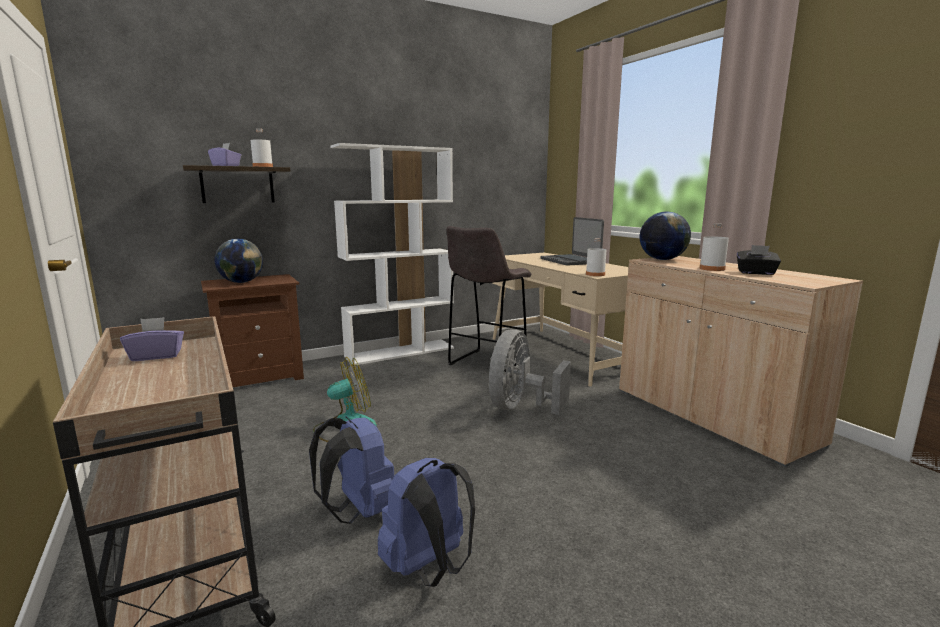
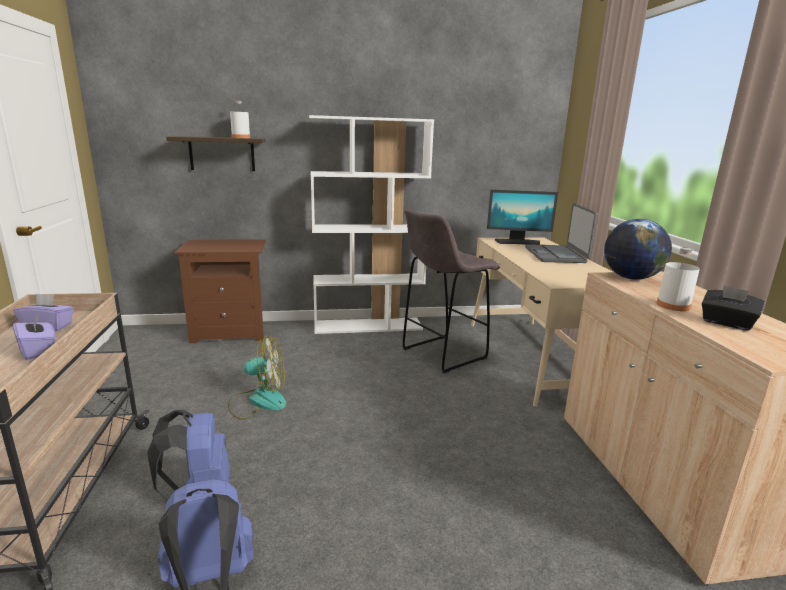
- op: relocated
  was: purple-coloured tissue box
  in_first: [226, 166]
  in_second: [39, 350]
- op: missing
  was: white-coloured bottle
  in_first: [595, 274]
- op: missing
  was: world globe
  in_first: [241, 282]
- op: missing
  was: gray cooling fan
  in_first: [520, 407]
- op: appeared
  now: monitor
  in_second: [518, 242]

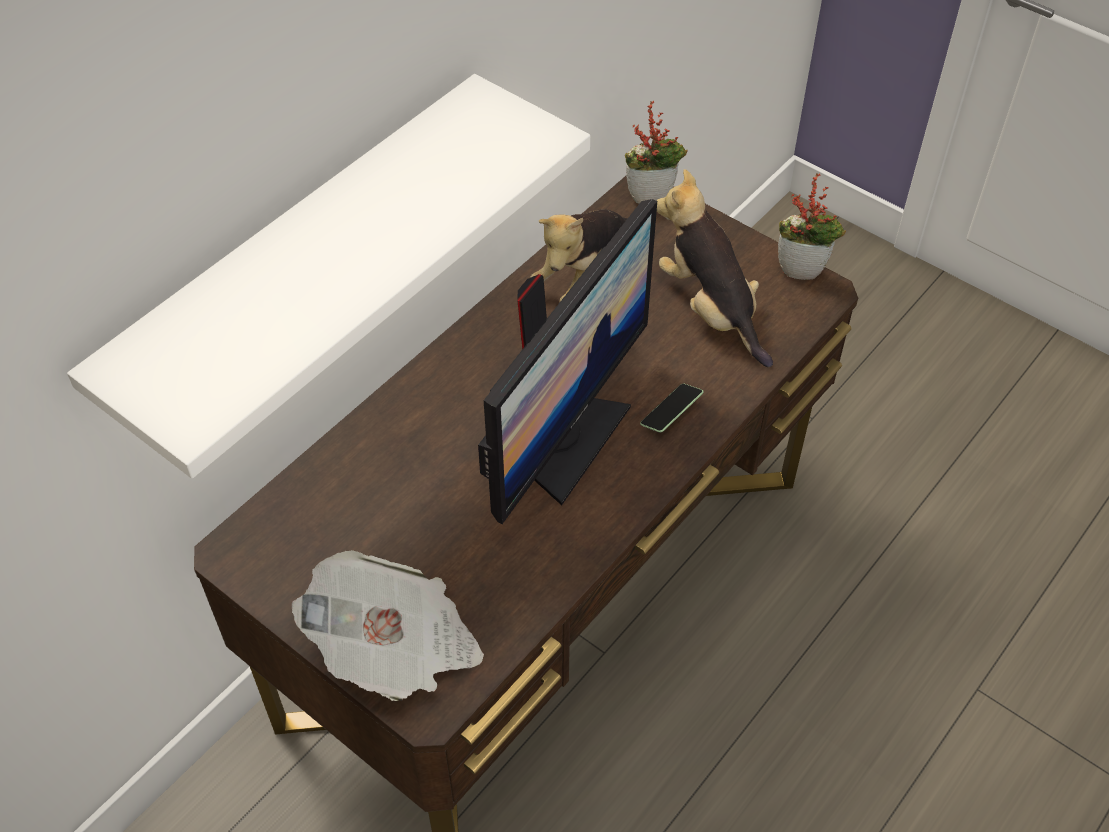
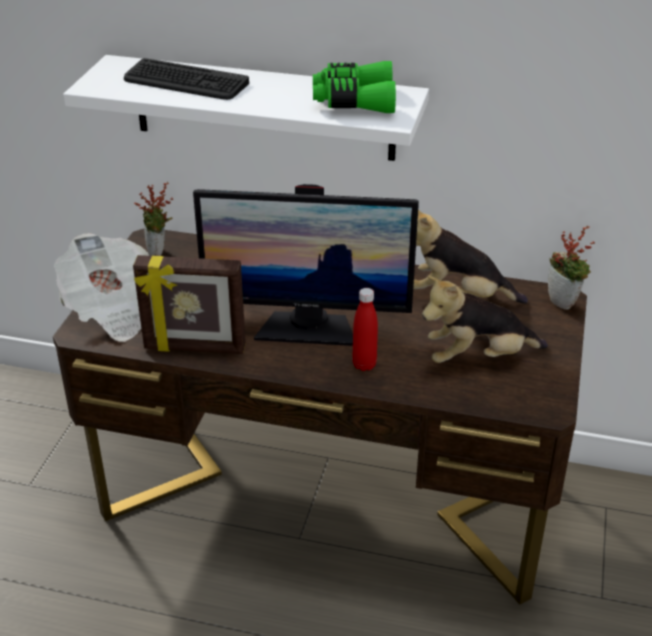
- op: spun
  was: soft toy
  in_first: [710, 309]
  in_second: [477, 357]
  clockwise: -135
- op: relocated
  was: houseplant
  in_first: [803, 269]
  in_second: [159, 253]
- op: exchanged
  was: handset
  now: red-coloured bottle
  in_first: [671, 414]
  in_second: [364, 365]
- op: appeared
  now: computer keyboard
  in_second: [185, 82]
- op: appeared
  now: green field glasses
  in_second: [354, 101]
- op: appeared
  now: picture frame
  in_second: [194, 348]

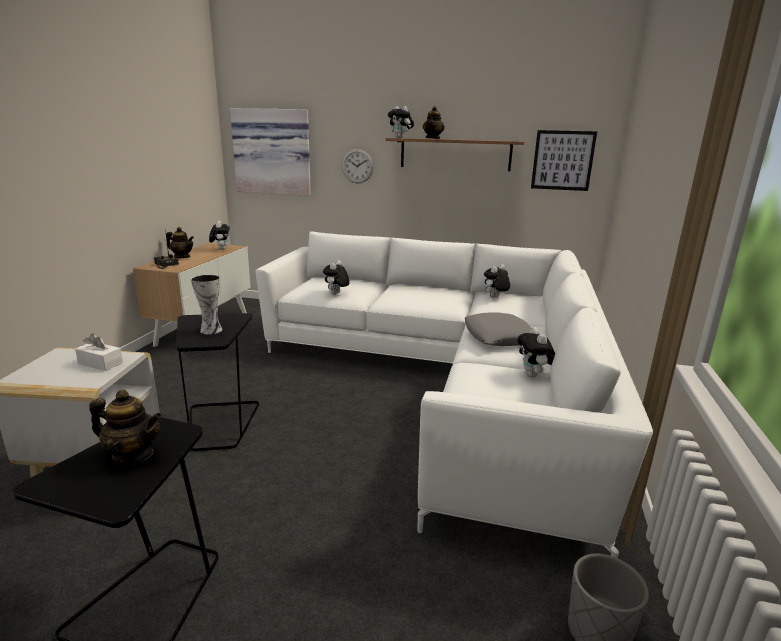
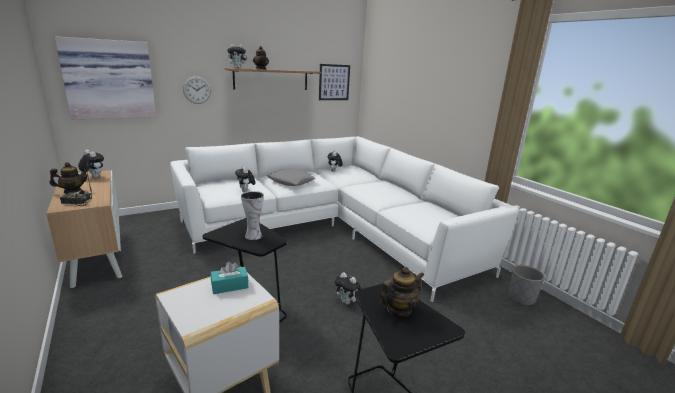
- op: relocated
  was: gray pillow
  in_first: [498, 336]
  in_second: [291, 181]
- op: relocated
  was: soft toy
  in_first: [534, 376]
  in_second: [347, 302]
- op: colour
  was: white-coloured tissue box
  now: blue-green tissue box
  in_first: [100, 363]
  in_second: [230, 286]

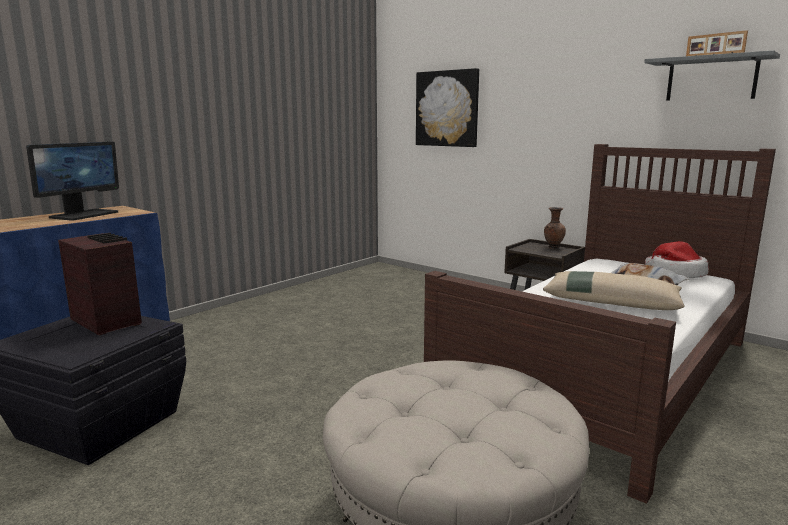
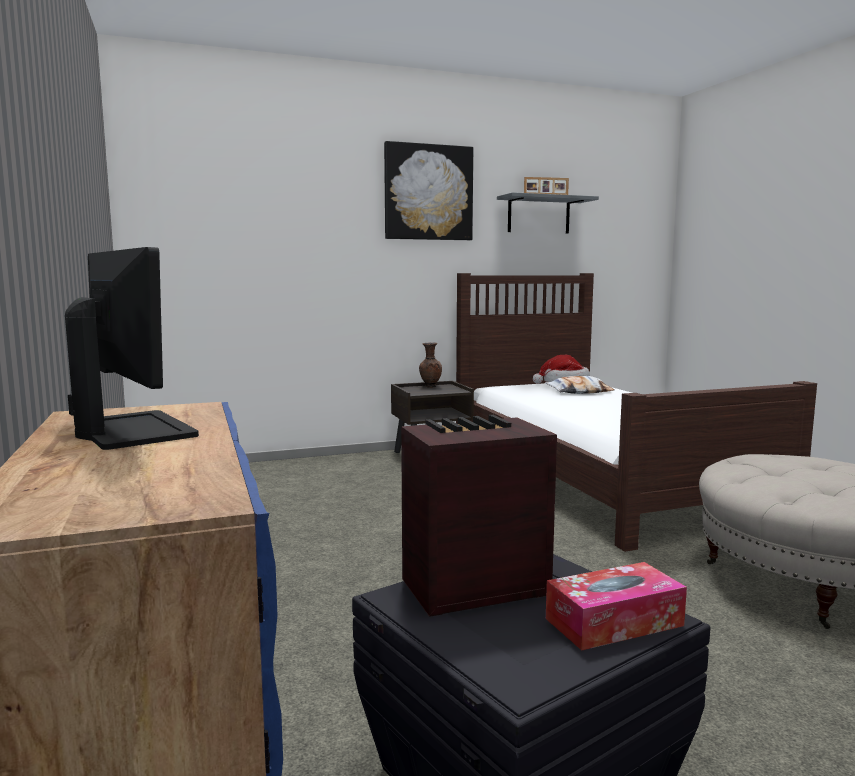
- op: relocated
  was: picture
  in_first: [447, 108]
  in_second: [428, 192]
- op: missing
  was: sand-coloured pillow
  in_first: [611, 301]
- op: appeared
  now: tissue box
  in_second: [614, 622]

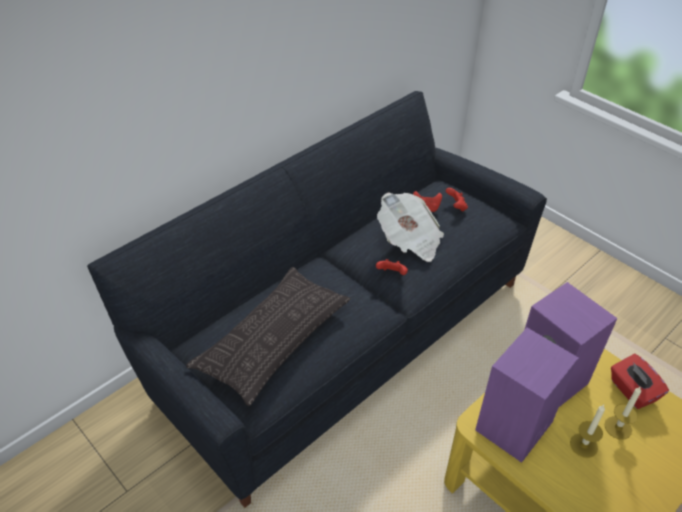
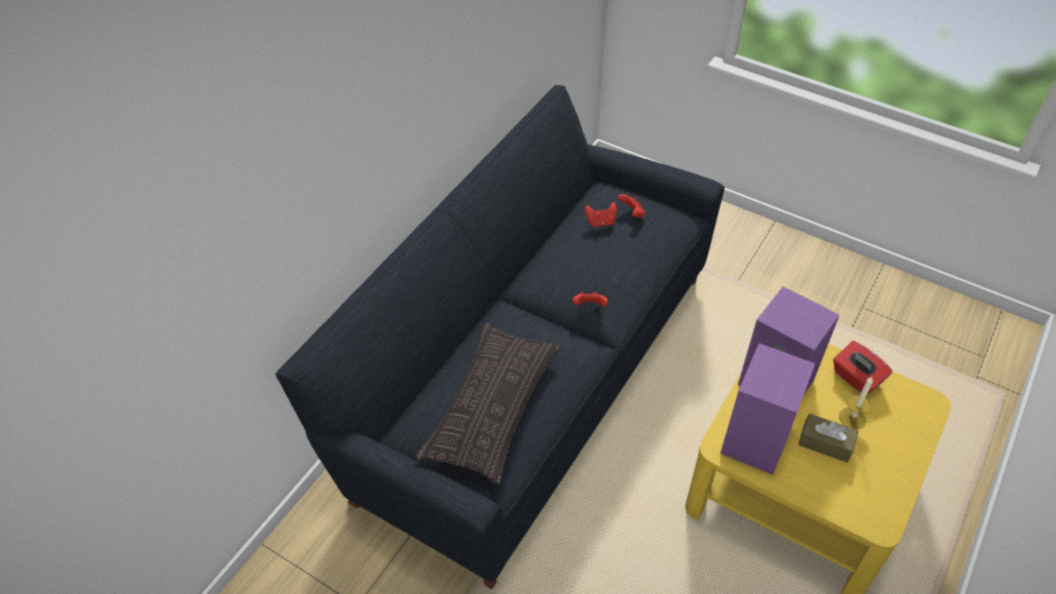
- op: missing
  was: daily paper
  in_first: [410, 240]
- op: exchanged
  was: wax candle
  now: brownish tissue box
  in_first: [583, 445]
  in_second: [825, 443]

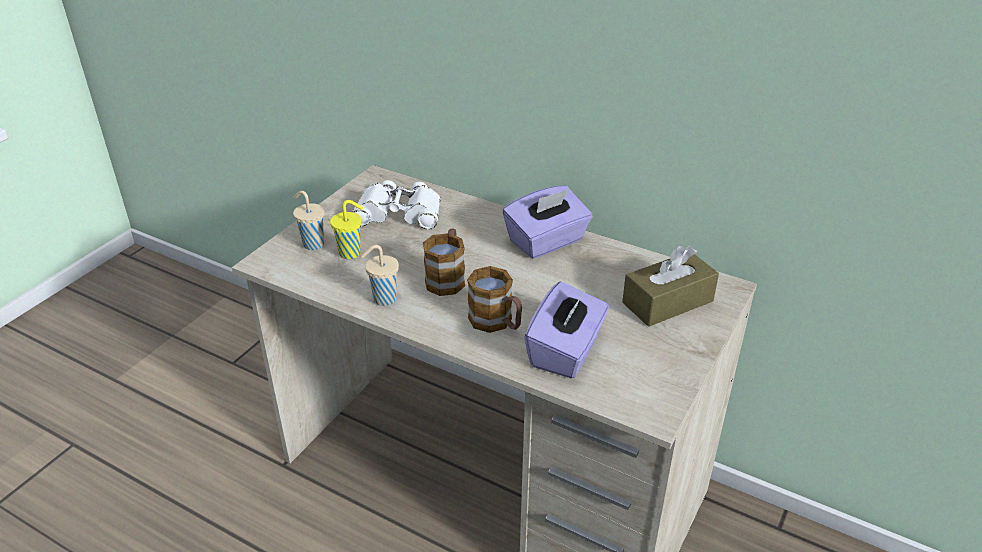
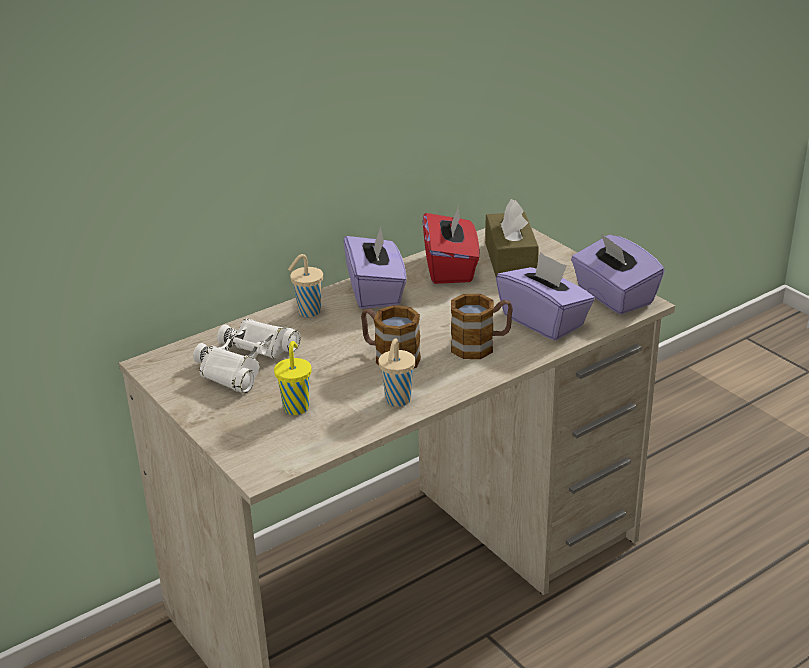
- op: relocated
  was: sand-coloured small cup
  in_first: [312, 244]
  in_second: [308, 312]
- op: appeared
  now: red-coloured tissue box
  in_second: [451, 268]
- op: appeared
  now: purple-coloured tissue box
  in_second: [613, 296]

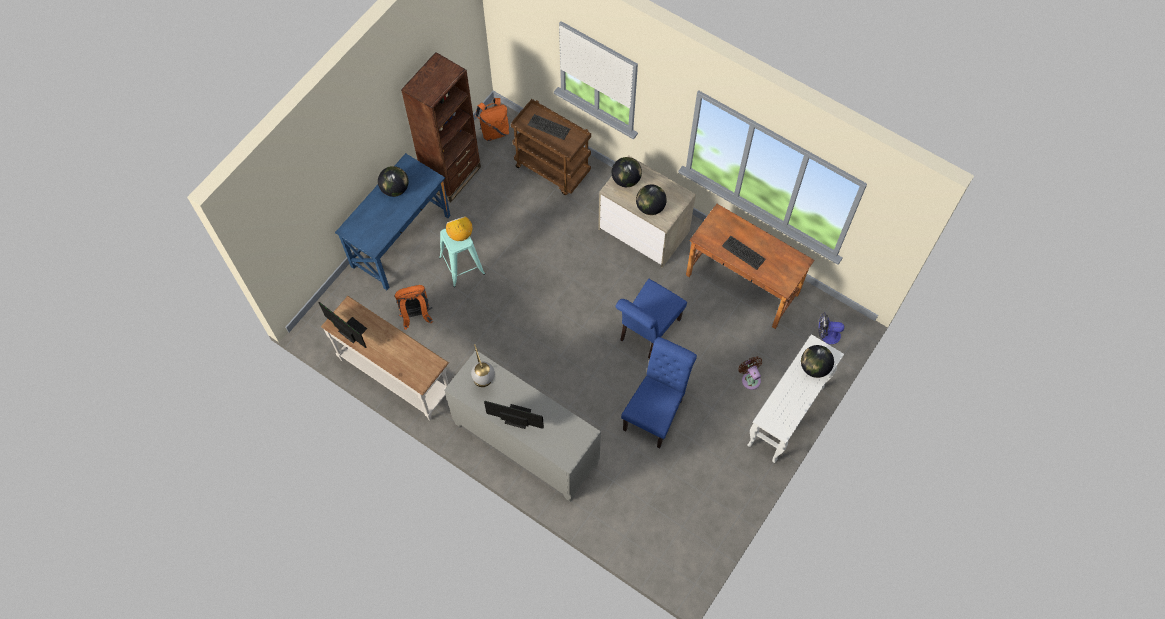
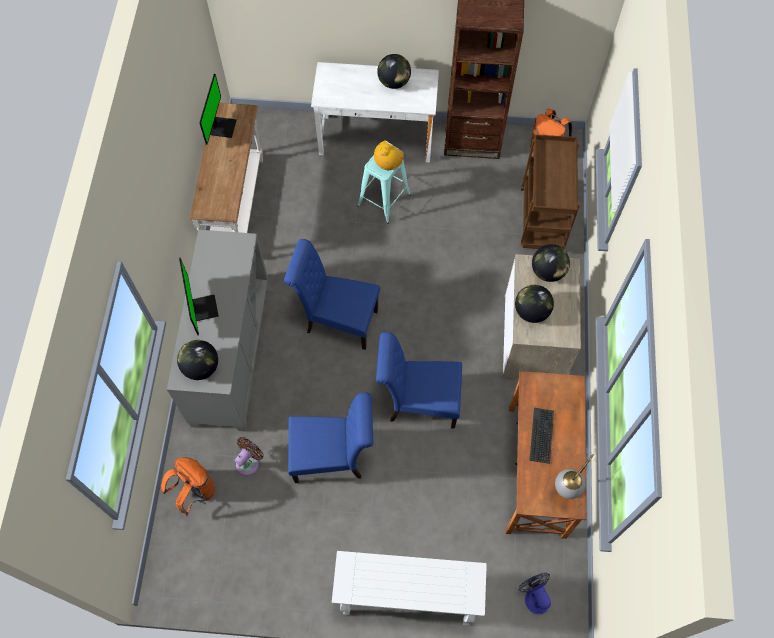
- op: missing
  was: computer keyboard
  in_first: [549, 127]
- op: colour
  was: blue desk unit
  now: white-coloured desk unit
  in_first: [400, 240]
  in_second: [376, 138]
- op: relocated
  was: orange-coloured knapsack
  in_first: [416, 316]
  in_second: [195, 491]
- op: relocated
  was: tabletop lamp
  in_first: [485, 384]
  in_second: [564, 493]
- op: relocated
  was: world globe
  in_first: [814, 367]
  in_second: [201, 367]
- op: relocated
  was: brownish cooling fan
  in_first: [750, 378]
  in_second: [249, 462]
- op: appeared
  now: blue plain chair
  in_second: [337, 321]

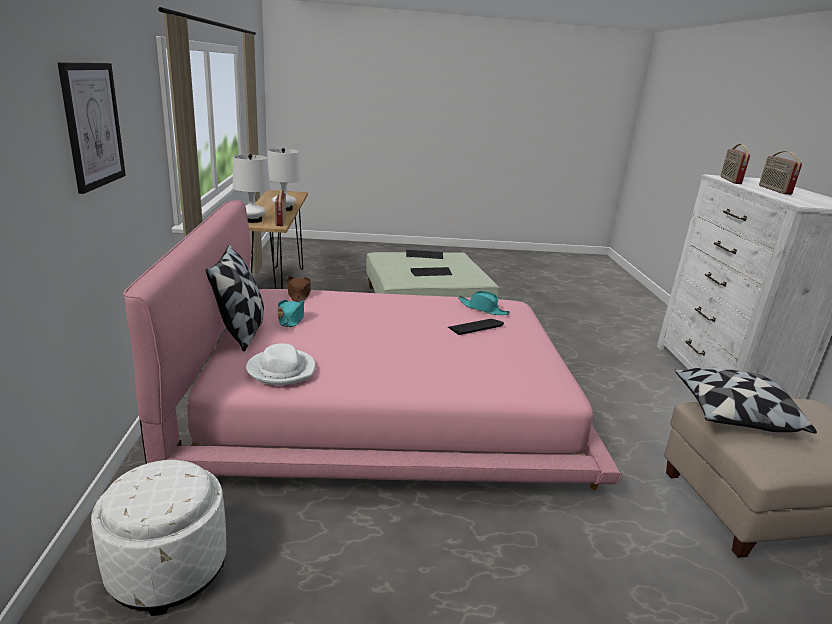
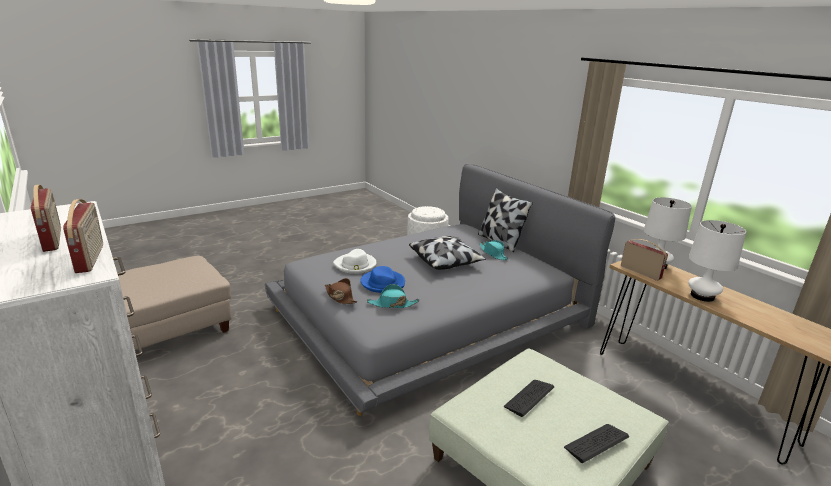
- op: missing
  was: picture
  in_first: [93, 125]
- op: colour
  was: pink bed
  now: gray bed
  in_first: [383, 403]
  in_second: [430, 315]
- op: relocated
  was: brownish hat
  in_first: [299, 294]
  in_second: [340, 297]
- op: exchanged
  was: computer keyboard
  now: blue hat
  in_first: [475, 327]
  in_second: [383, 283]
- op: relocated
  was: white-coloured hat
  in_first: [281, 369]
  in_second: [355, 265]
- op: relocated
  was: pillow
  in_first: [733, 414]
  in_second: [446, 261]

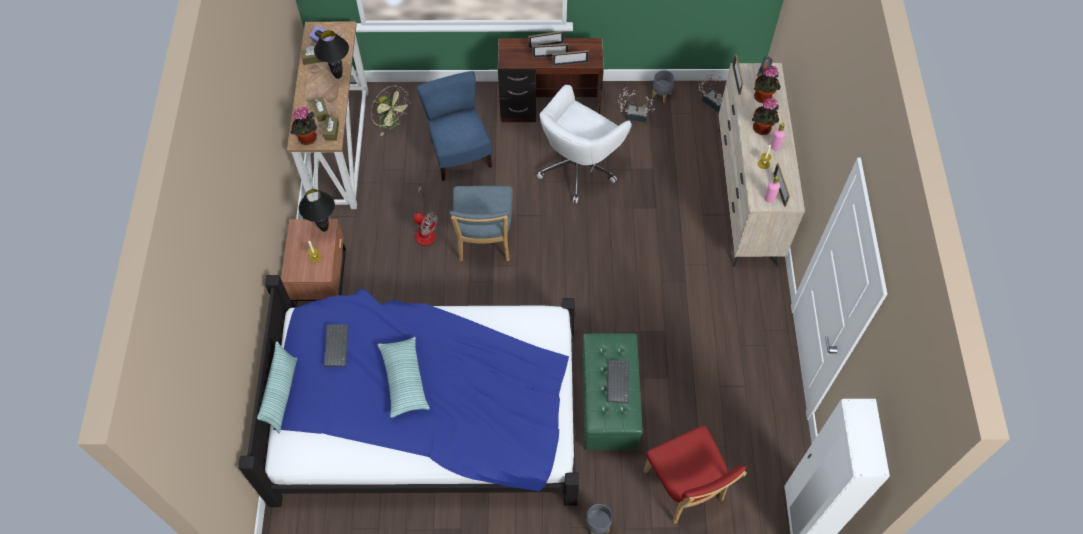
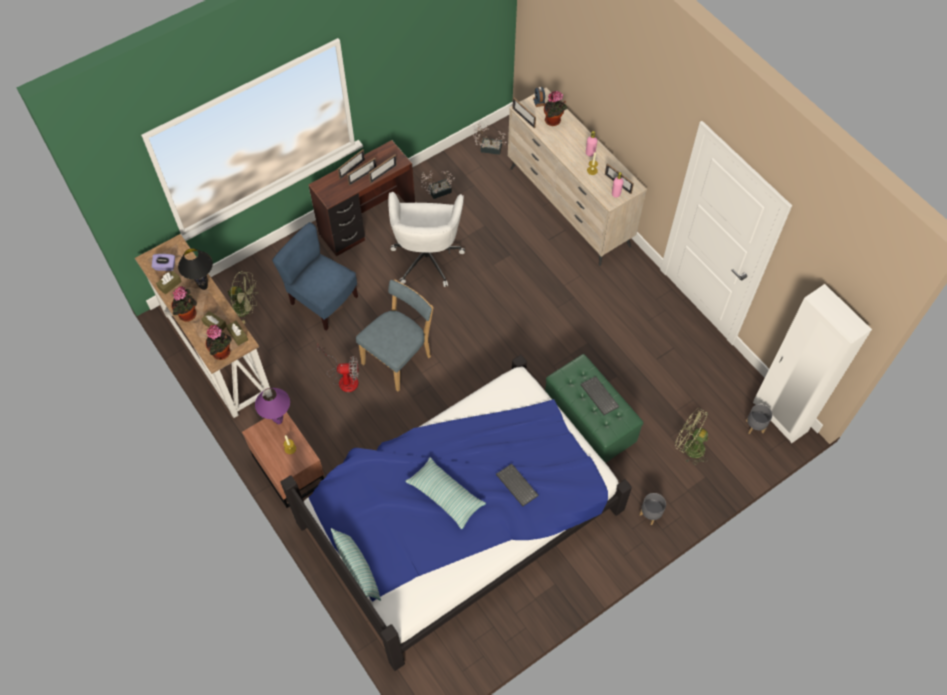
- op: relocated
  was: gray flower pot
  in_first: [661, 95]
  in_second: [755, 426]
- op: relocated
  was: houseplant
  in_first: [762, 129]
  in_second: [188, 315]
- op: spun
  was: blue plain chair
  in_first: [484, 241]
  in_second: [399, 358]
  clockwise: -105
- op: colour
  was: black-coloured tabletop lamp
  now: purple-coloured tabletop lamp
  in_first: [324, 229]
  in_second: [279, 421]
- op: relocated
  was: computer keyboard
  in_first: [335, 345]
  in_second: [516, 485]
- op: exchanged
  was: red-coloured plain chair
  now: green cooling fan
  in_first: [685, 489]
  in_second: [689, 447]

